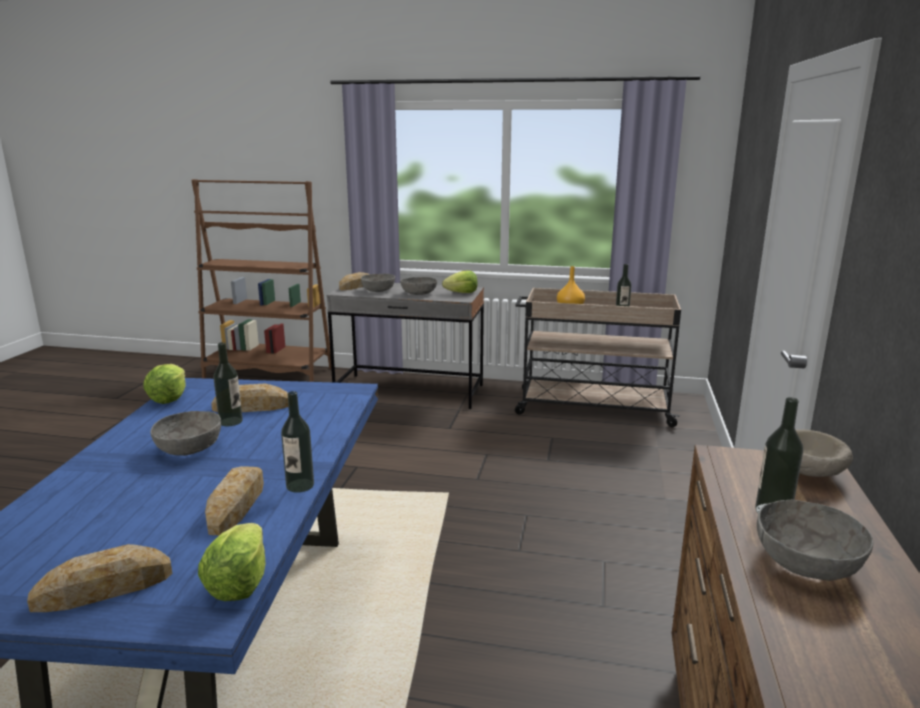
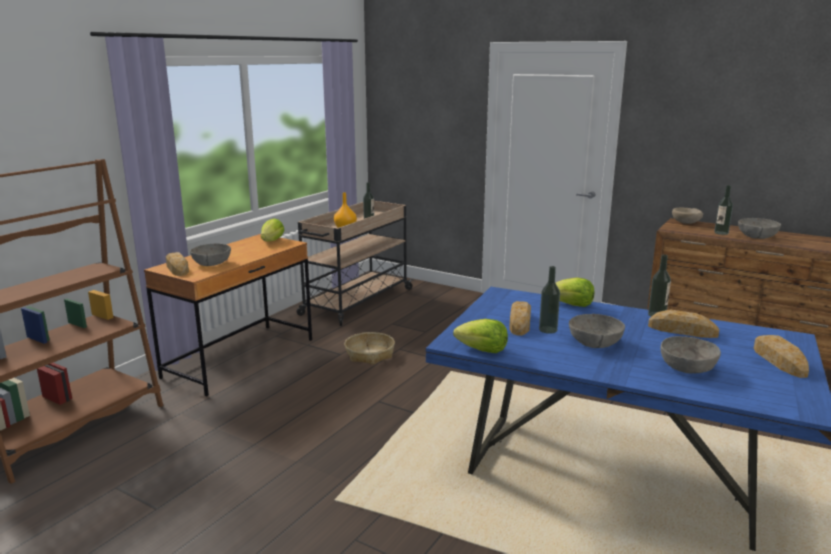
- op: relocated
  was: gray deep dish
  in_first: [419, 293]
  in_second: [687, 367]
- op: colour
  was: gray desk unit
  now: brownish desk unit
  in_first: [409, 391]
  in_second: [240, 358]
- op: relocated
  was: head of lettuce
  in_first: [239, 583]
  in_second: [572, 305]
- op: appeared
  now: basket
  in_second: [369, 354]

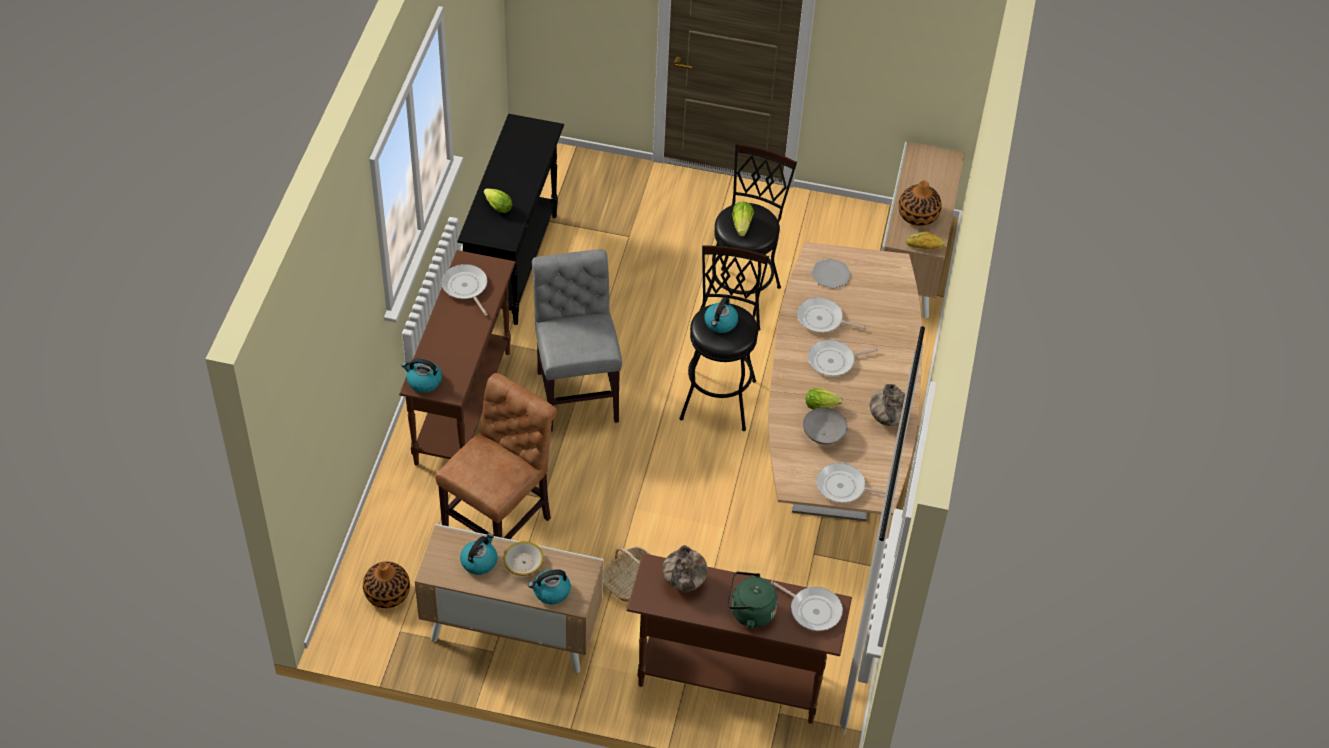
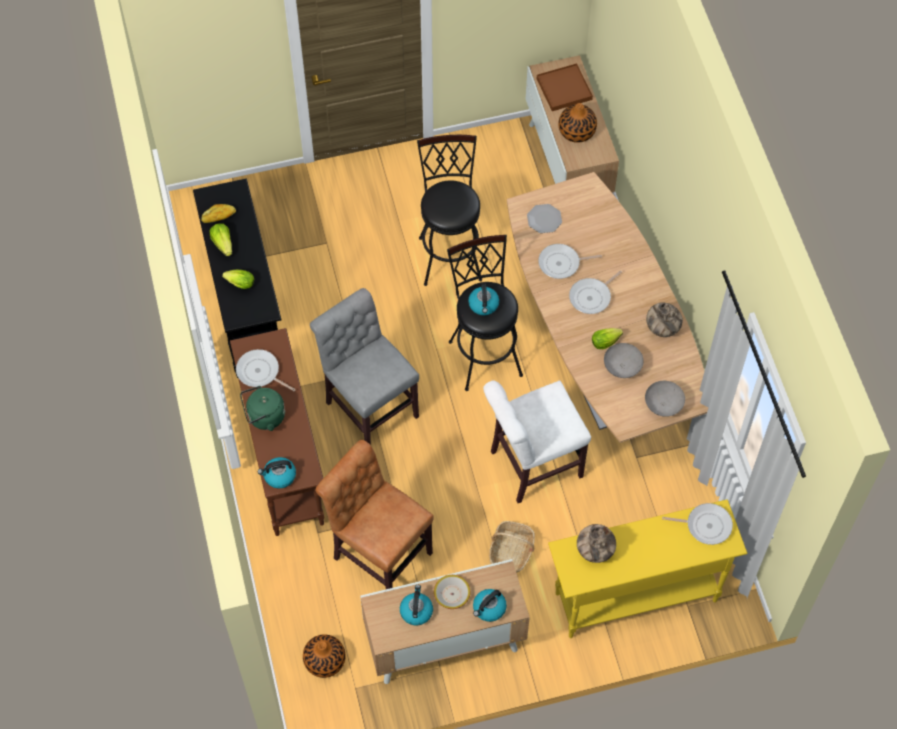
- op: relocated
  was: head of lettuce
  in_first: [742, 225]
  in_second: [223, 244]
- op: relocated
  was: bakery bread
  in_first: [924, 246]
  in_second: [219, 217]
- op: spun
  was: brownish plain chair
  in_first: [501, 523]
  in_second: [378, 553]
  clockwise: -60
- op: exchanged
  was: frying pan
  now: gray deep dish
  in_first: [843, 487]
  in_second: [663, 405]
- op: colour
  was: brownish console table
  now: yellow-coloured console table
  in_first: [730, 679]
  in_second: [635, 596]
- op: relocated
  was: green tea kettle
  in_first: [749, 612]
  in_second: [264, 417]
- op: appeared
  now: brownish carrying tray
  in_second: [564, 89]
- op: appeared
  now: white-coloured plain chair
  in_second: [531, 465]

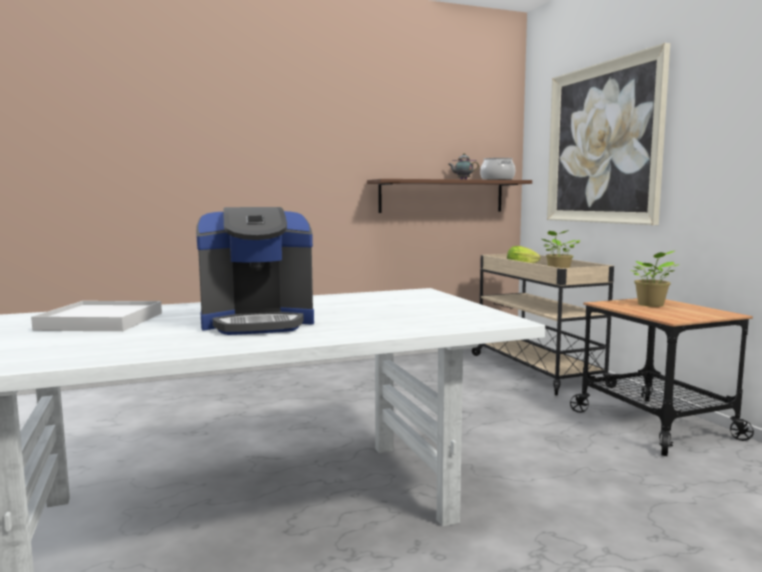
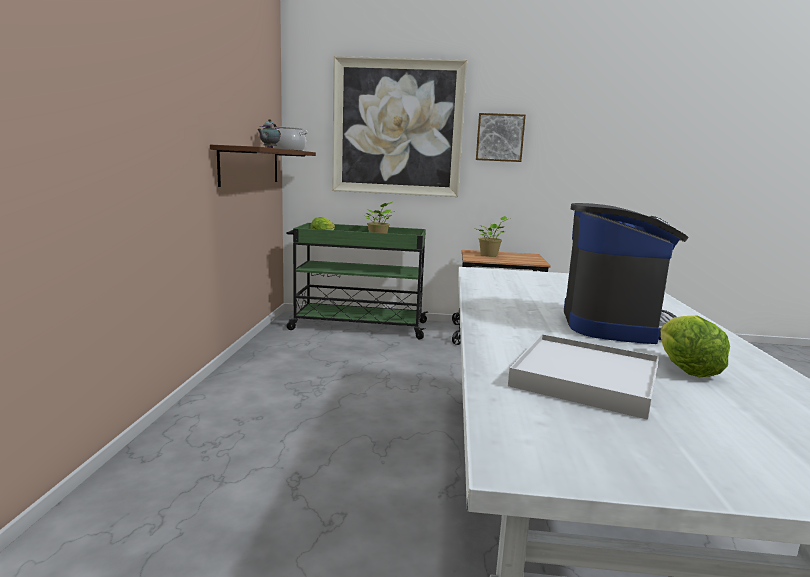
- op: colour
  was: sand-coloured trolley
  now: green trolley
  in_first: [535, 369]
  in_second: [357, 326]
- op: appeared
  now: picture
  in_second: [500, 137]
- op: appeared
  now: head of lettuce
  in_second: [684, 368]

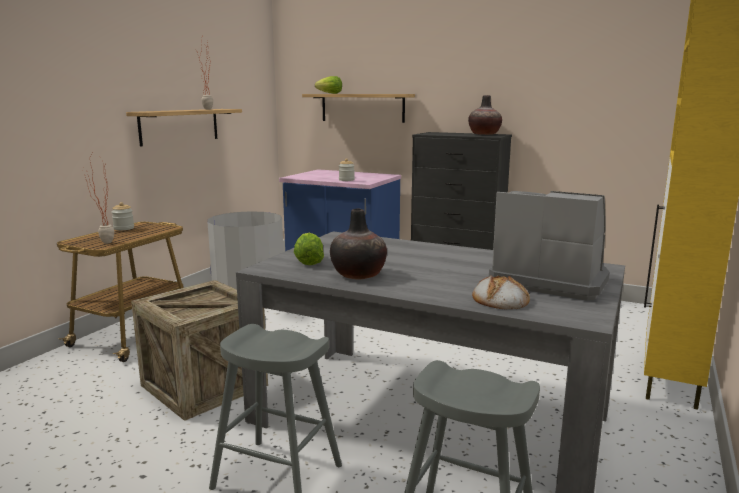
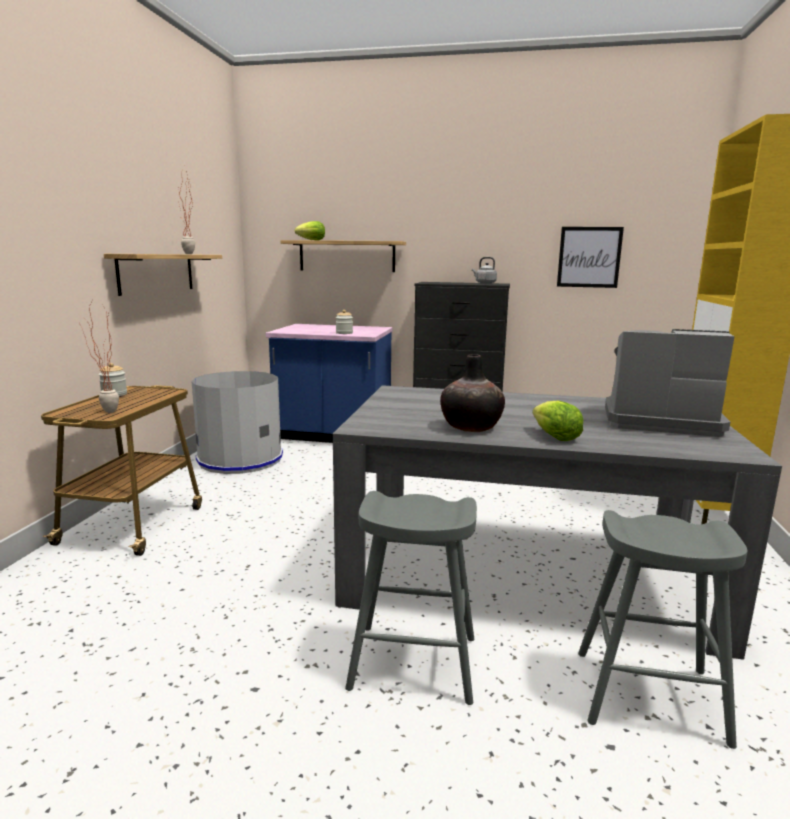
- op: exchanged
  was: vase
  now: gray tea kettle
  in_first: [484, 134]
  in_second: [484, 283]
- op: relocated
  was: head of lettuce
  in_first: [308, 262]
  in_second: [555, 437]
- op: missing
  was: bakery bread
  in_first: [500, 300]
- op: missing
  was: shipping crate
  in_first: [204, 385]
- op: appeared
  now: picture
  in_second: [589, 257]

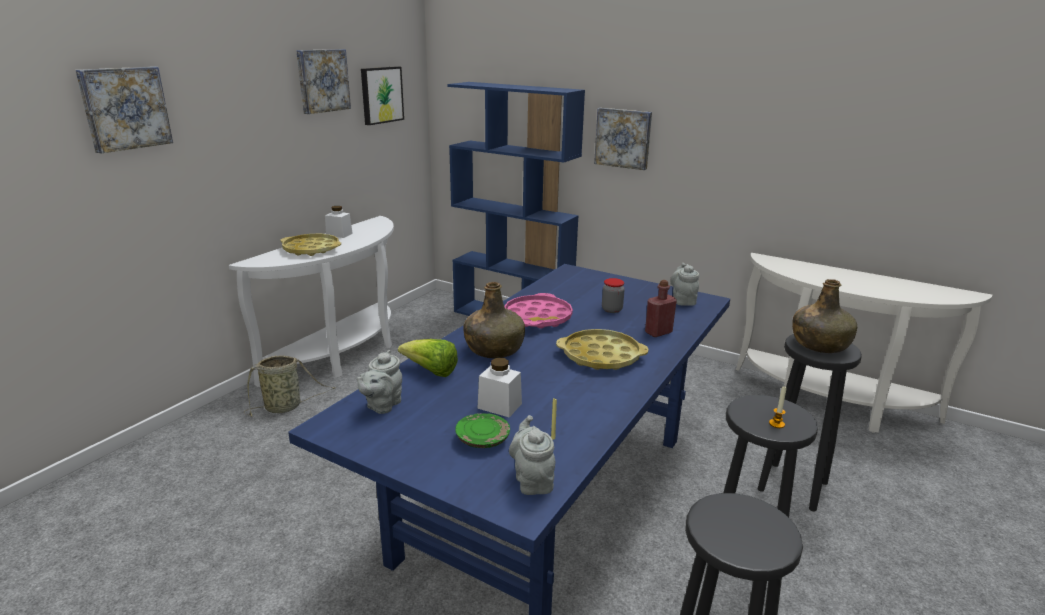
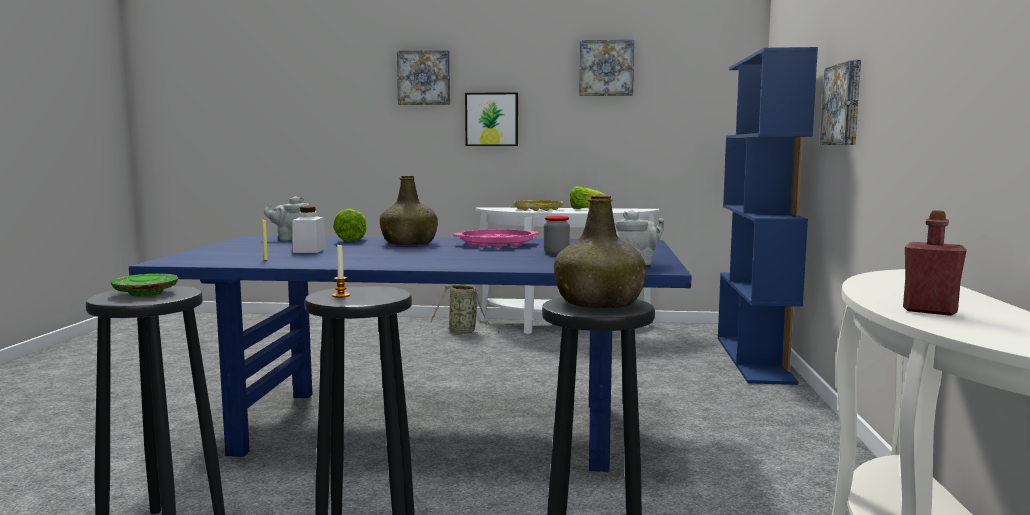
- op: relocated
  was: picture
  in_first: [381, 95]
  in_second: [492, 119]
- op: exchanged
  was: white-coloured preserve jar
  now: head of lettuce
  in_first: [339, 234]
  in_second: [585, 209]
- op: relocated
  was: red-coloured bottle
  in_first: [658, 332]
  in_second: [930, 311]
- op: missing
  was: yellow-coloured carrying tray
  in_first: [601, 356]
- op: relocated
  was: green dinner plate
  in_first: [483, 439]
  in_second: [146, 293]
- op: missing
  was: gray teapot
  in_first: [533, 480]

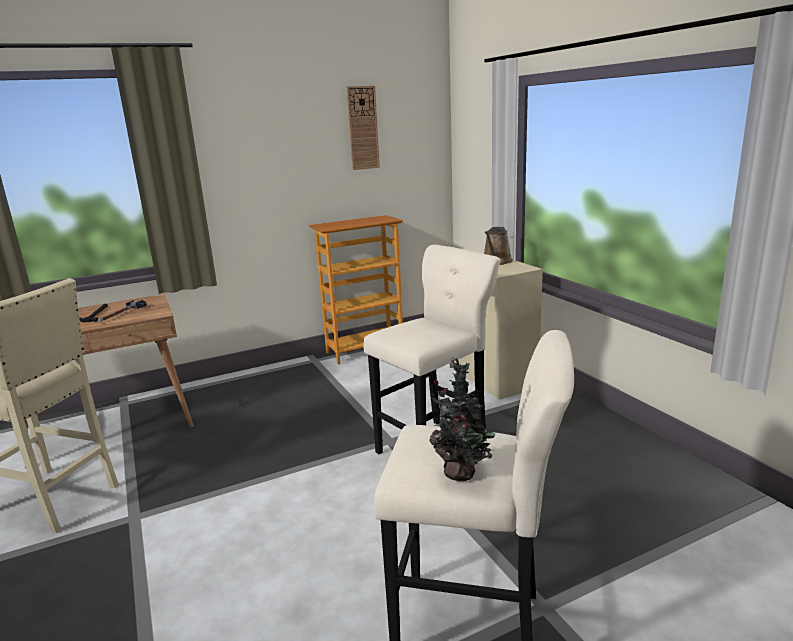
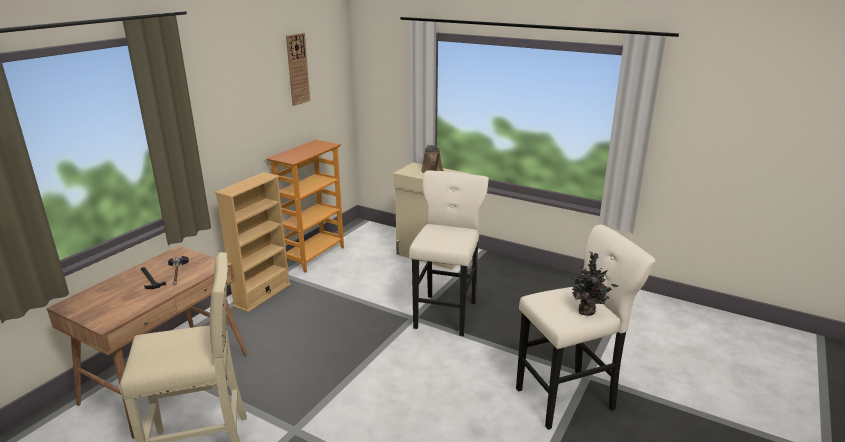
- op: appeared
  now: sand-coloured shelving unit
  in_second: [262, 295]

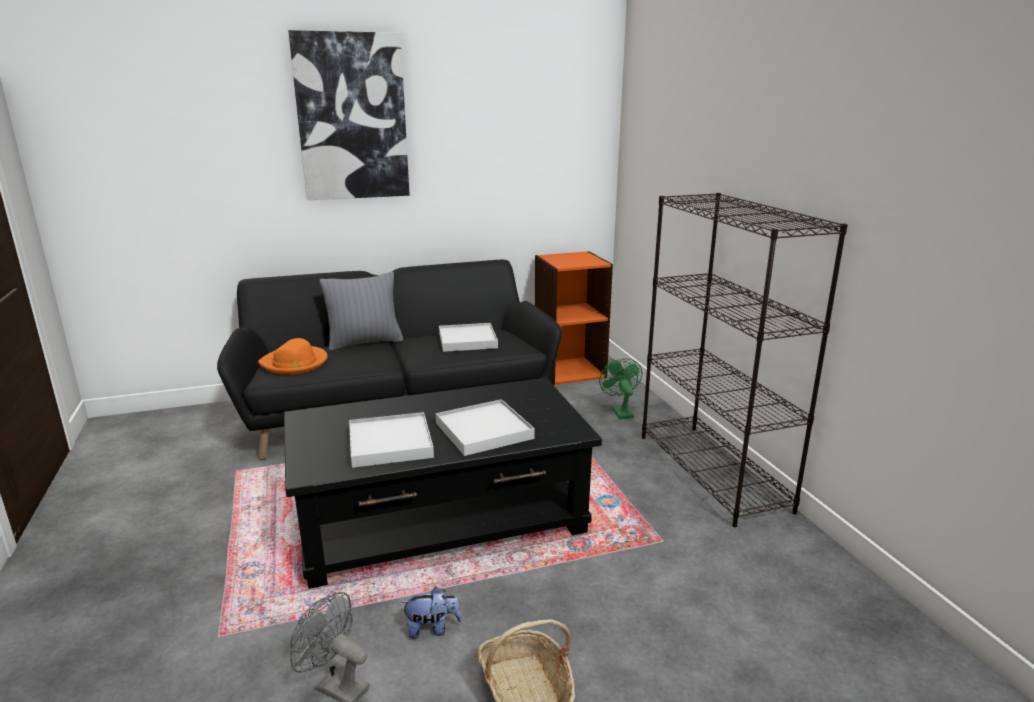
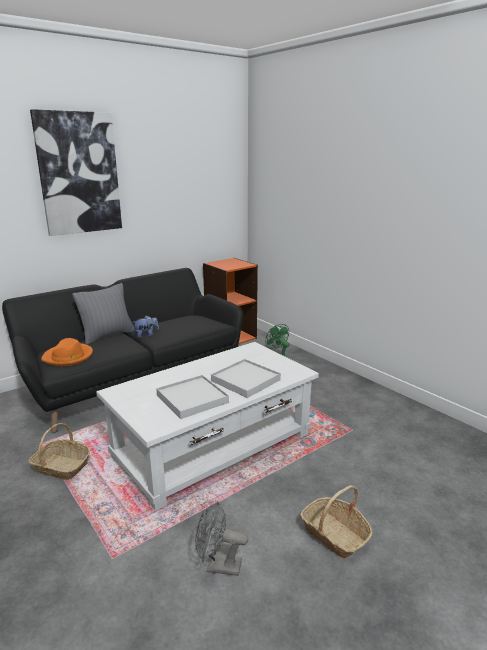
- op: missing
  was: black-coloured shelving unit
  in_first: [713, 472]
- op: missing
  was: white-coloured carrying tray
  in_first: [467, 340]
- op: colour
  was: black-coloured coffee table
  now: white-coloured coffee table
  in_first: [442, 520]
  in_second: [214, 446]
- op: relocated
  was: soft toy
  in_first: [432, 629]
  in_second: [146, 335]
- op: appeared
  now: basket
  in_second: [61, 467]

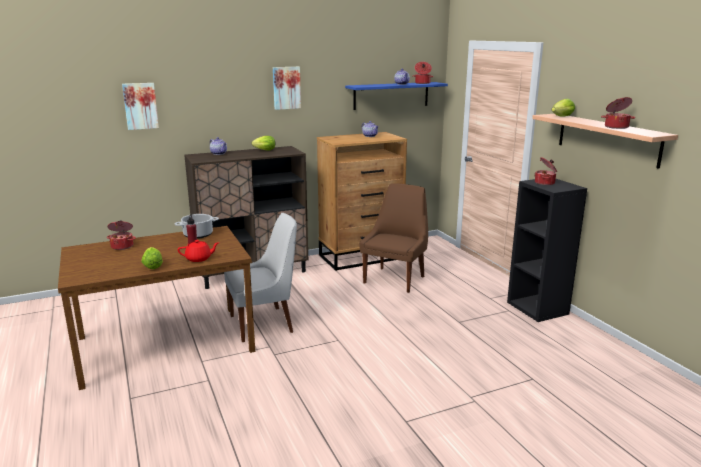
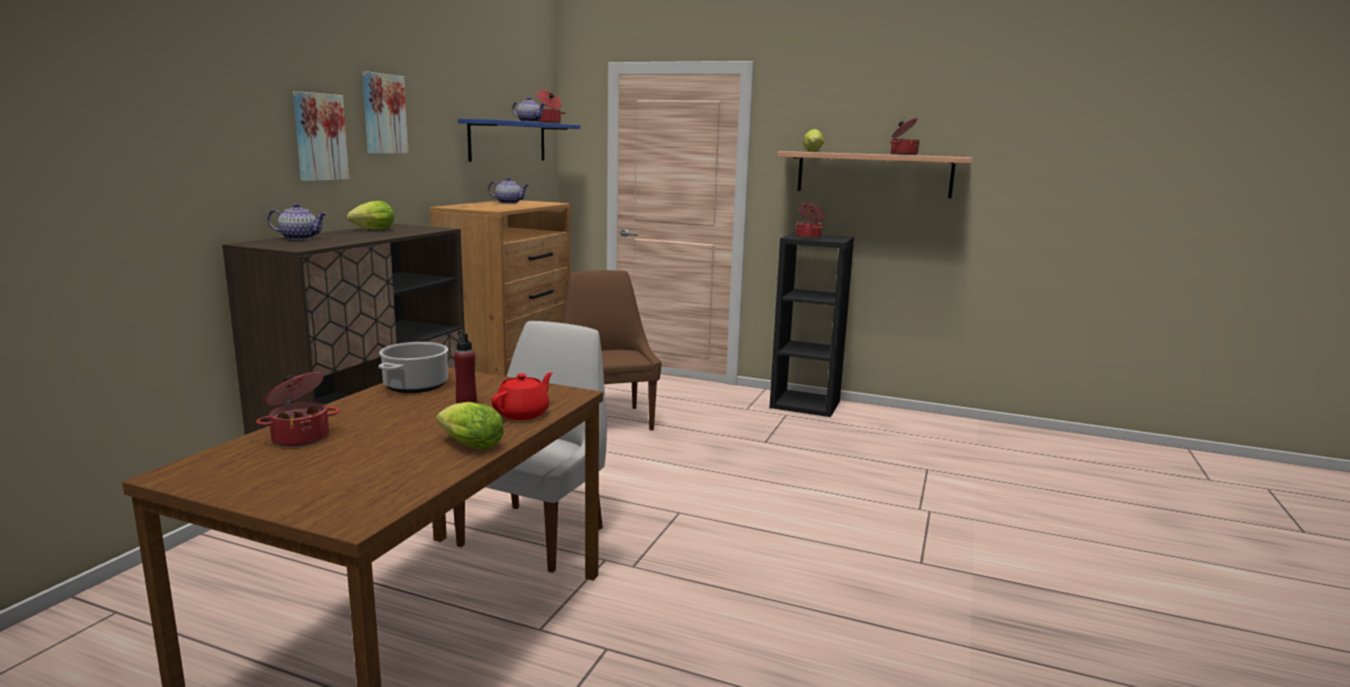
- op: relocated
  was: picture
  in_first: [140, 106]
  in_second: [319, 137]

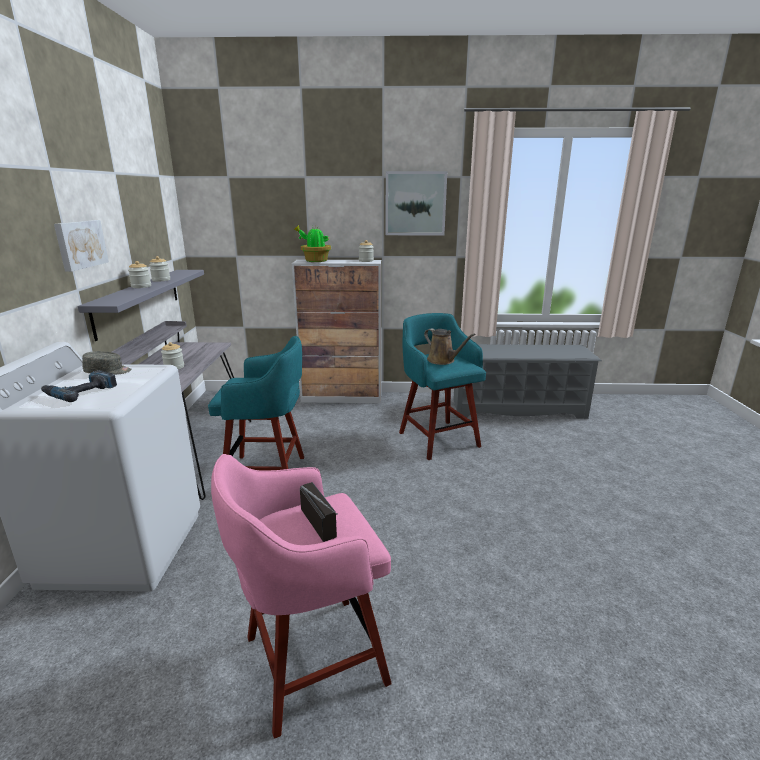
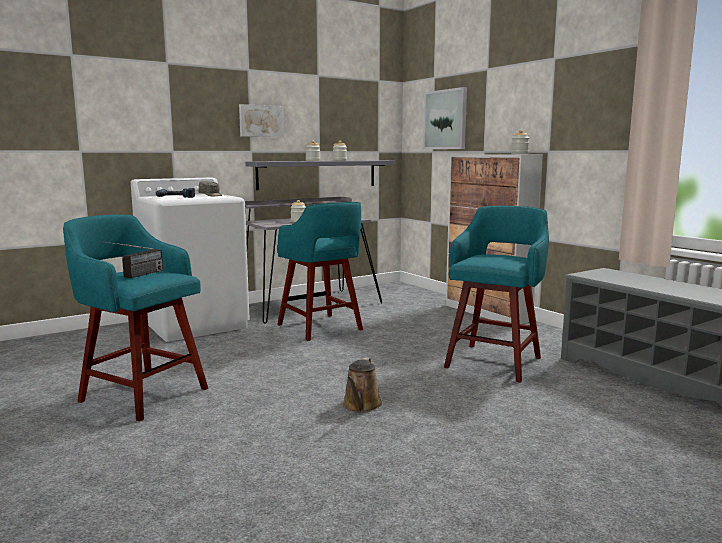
- op: relocated
  was: picture
  in_first: [415, 203]
  in_second: [445, 119]
- op: missing
  was: houseplant
  in_first: [315, 261]
- op: relocated
  was: brownish watering can
  in_first: [443, 360]
  in_second: [361, 406]
- op: colour
  was: pink stool seat
  now: blue-green stool seat
  in_first: [310, 661]
  in_second: [142, 394]

